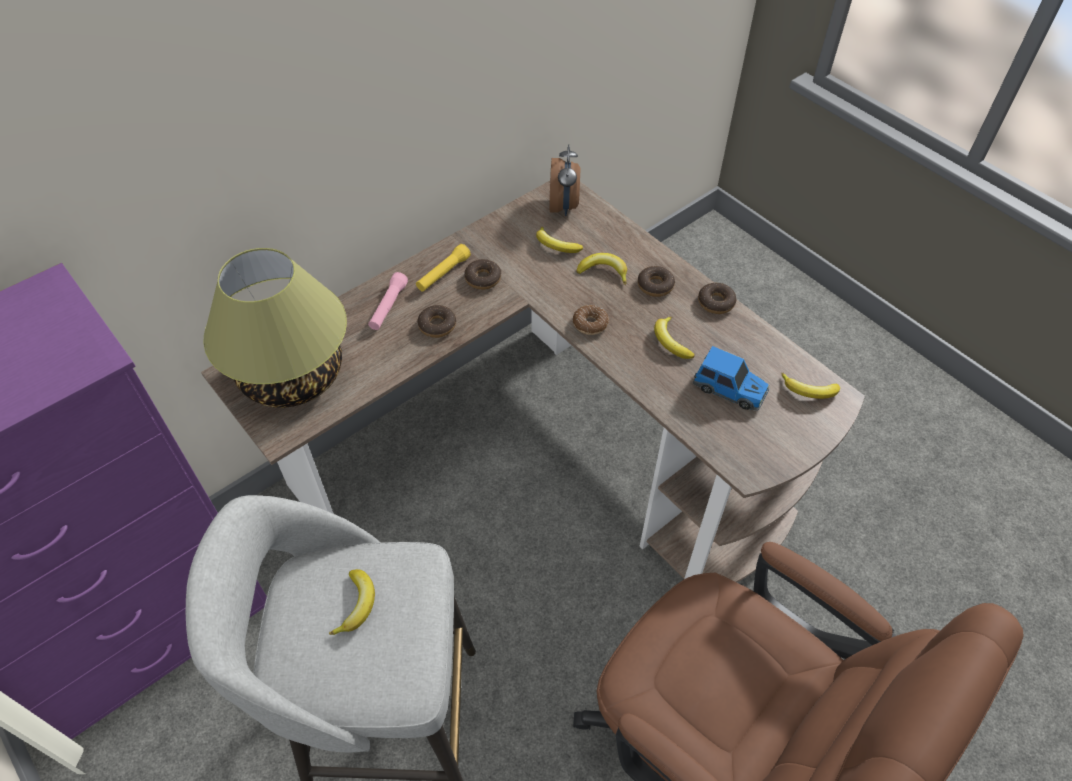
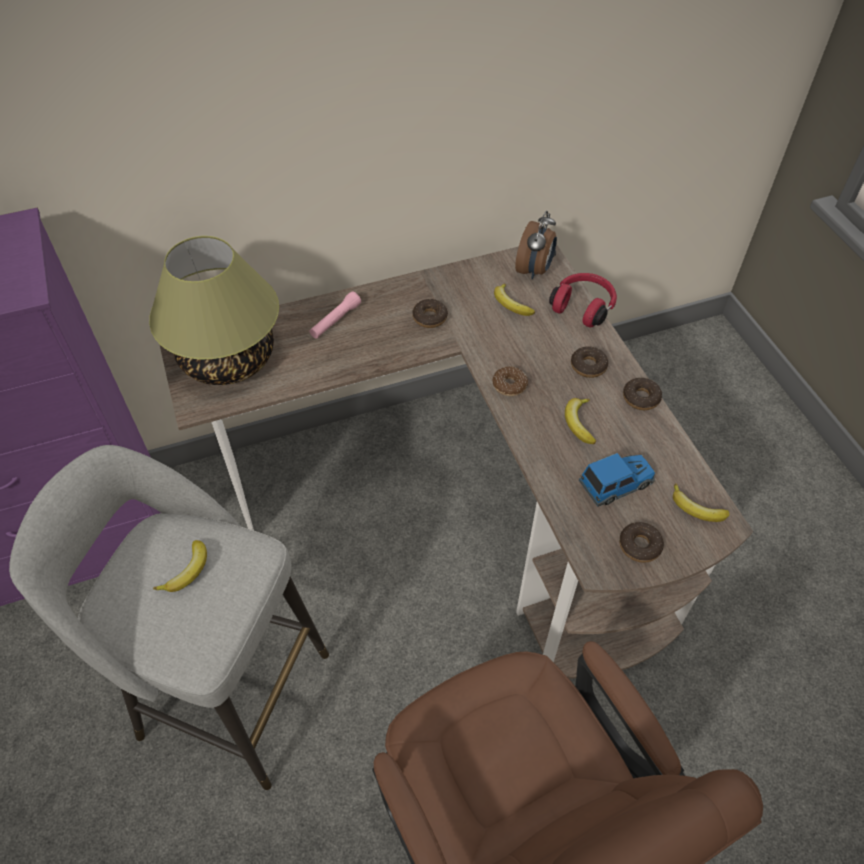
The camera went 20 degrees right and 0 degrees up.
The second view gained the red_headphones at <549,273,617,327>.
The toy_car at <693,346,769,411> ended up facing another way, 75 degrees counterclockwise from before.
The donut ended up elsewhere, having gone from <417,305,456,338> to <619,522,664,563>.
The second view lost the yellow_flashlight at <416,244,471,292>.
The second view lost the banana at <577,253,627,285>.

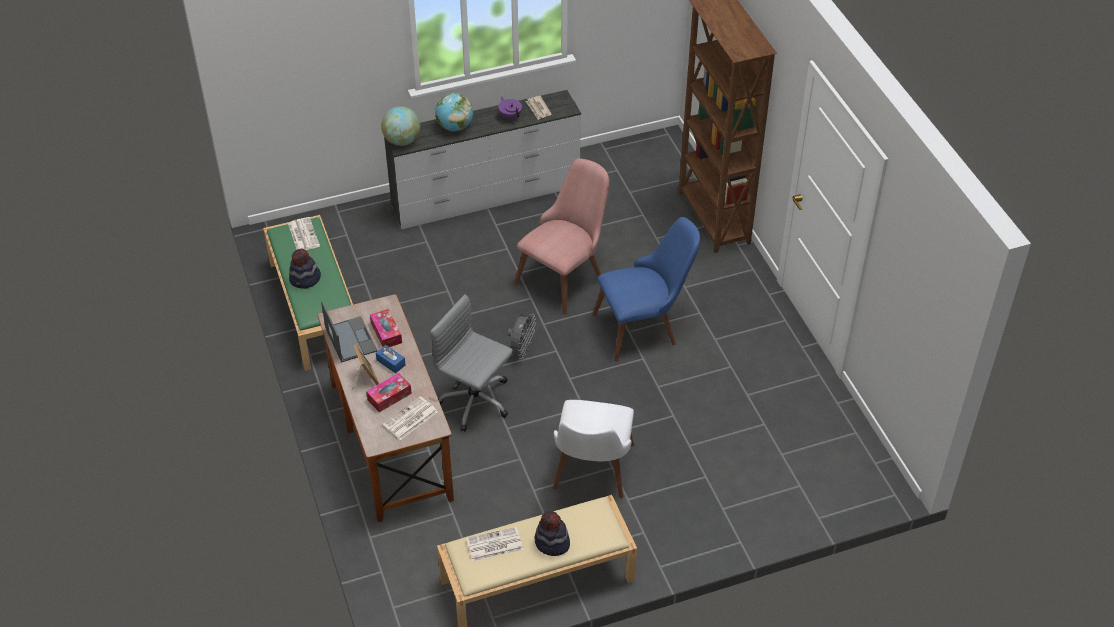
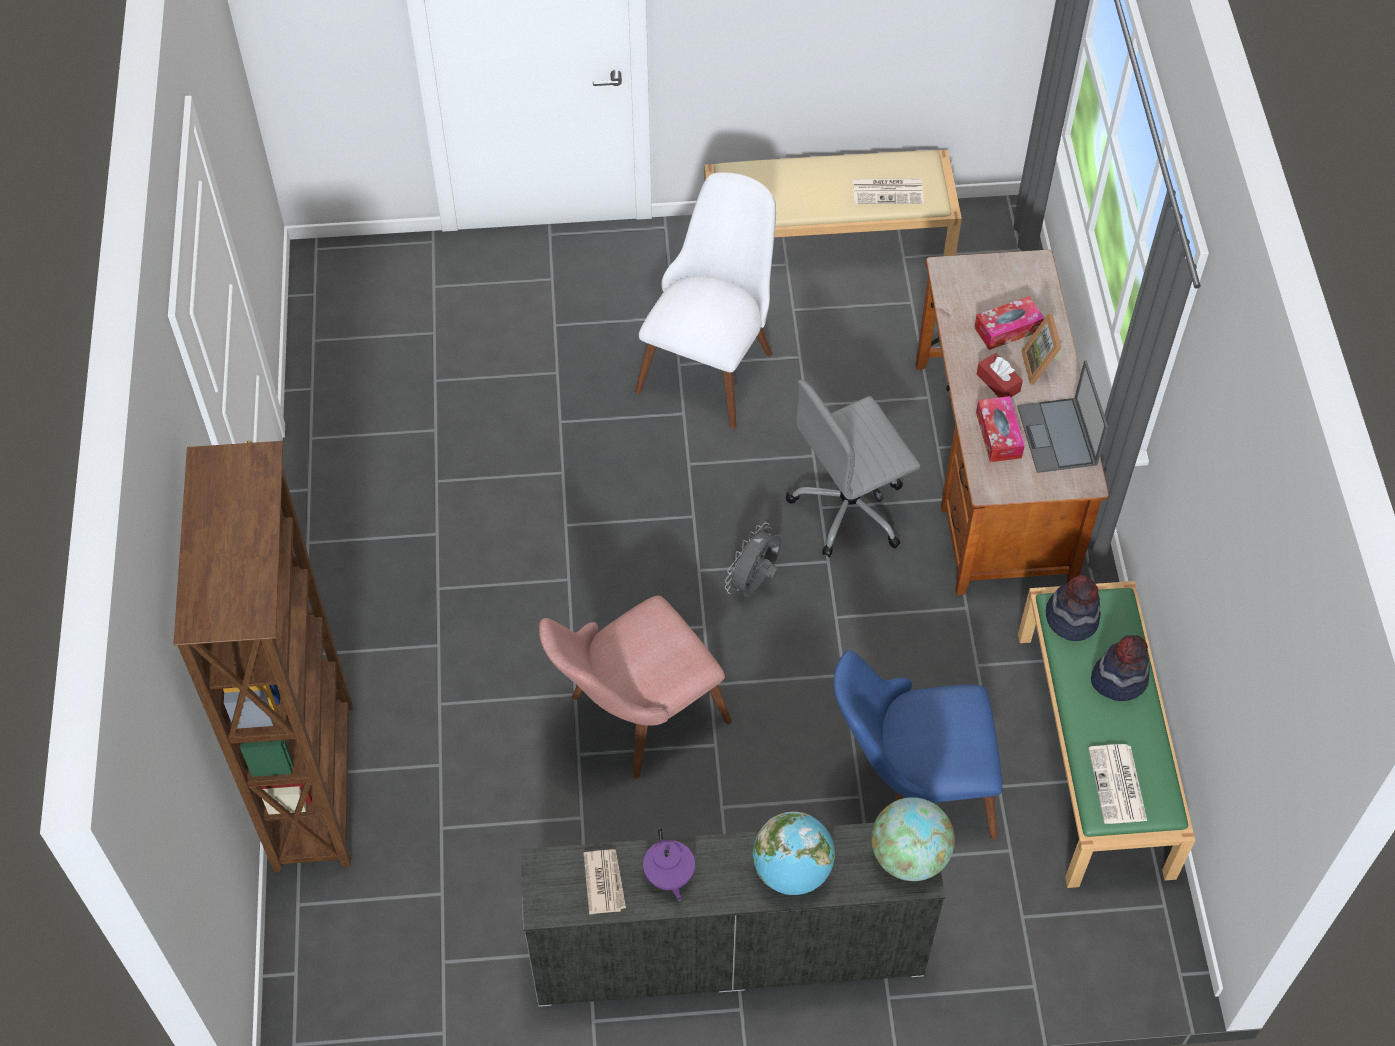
The camera went 165 degrees left and 10 degrees up.
The grey_office_chair at <430,294,513,432> ended up facing another way, 105 degrees clockwise from before.
The blue_chair ended up elsewhere, having gone from <592,217,700,362> to <834,650,1002,839>.
What was the blue_tissue_box at <376,345,406,373> turned into the red_tissue_box at <977,353,1023,398>.
The hat ended up elsewhere, having gone from <535,511,570,556> to <1046,575,1101,641>.
The second view lost the newspaper at <383,396,438,440>.

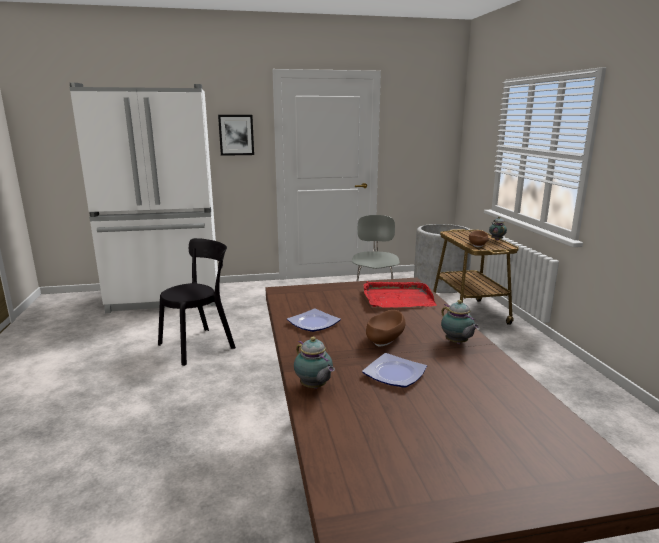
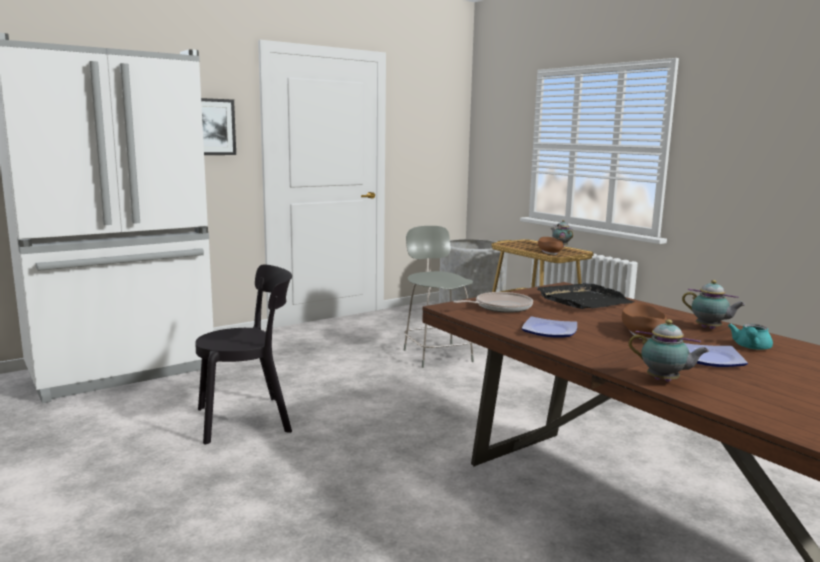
The camera went 25 degrees left and 5 degrees down.
The black_chair at <158,238,236,366> ended up facing another way, 45 degrees clockwise from before.
The second view gained the frying_pan at <453,292,533,313>.
What was the red_tray at <364,281,437,308> turned into the black_tray at <537,283,634,309>.
The second view gained the turquoise_teapot at <728,324,773,350>.

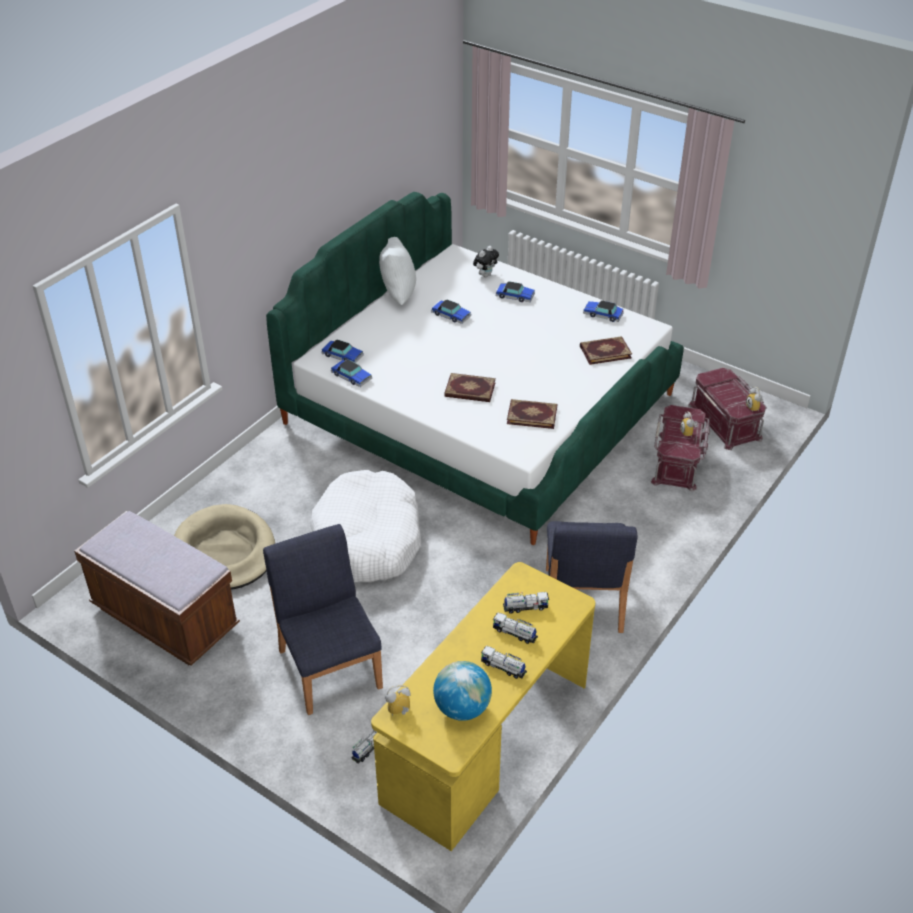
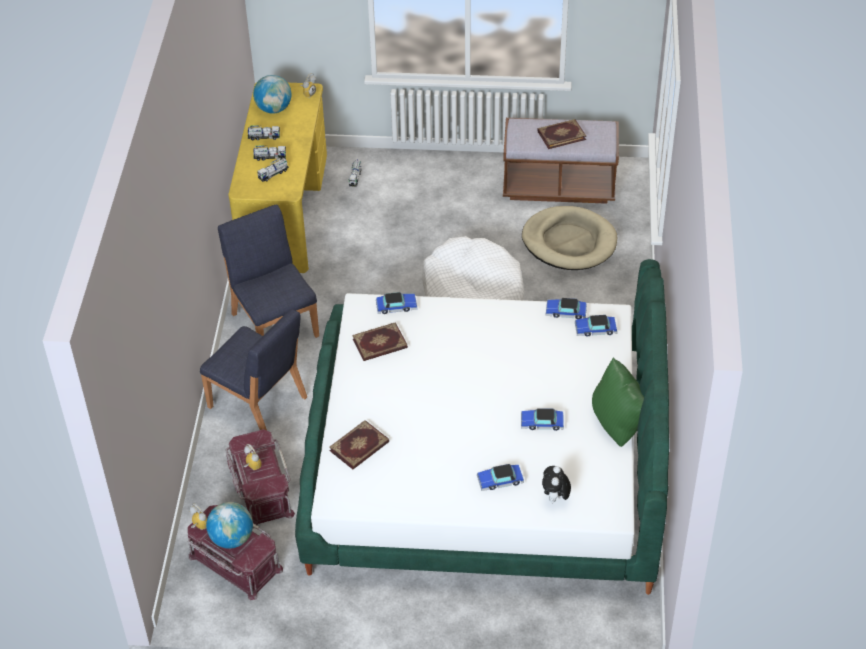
The camera went 150 degrees right and 5 degrees up.
The blue_chair ended up elsewhere, having gone from <263,524,383,715> to <200,309,307,430>.
The second view gained the globe at <206,502,253,549>.
The toy_car ended up elsewhere, having gone from <583,300,624,322> to <376,292,417,314>.
The book ended up elsewhere, having gone from <444,373,496,402> to <537,119,586,149>.
What was the white_pillow at <379,237,416,305> turned into the green_pillow at <592,358,644,447>.

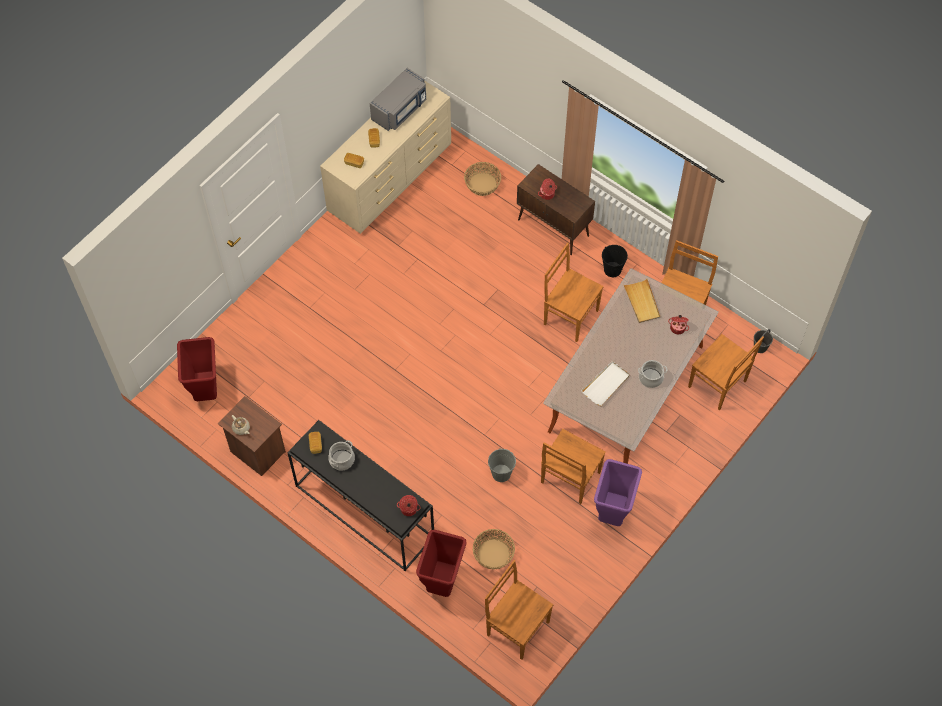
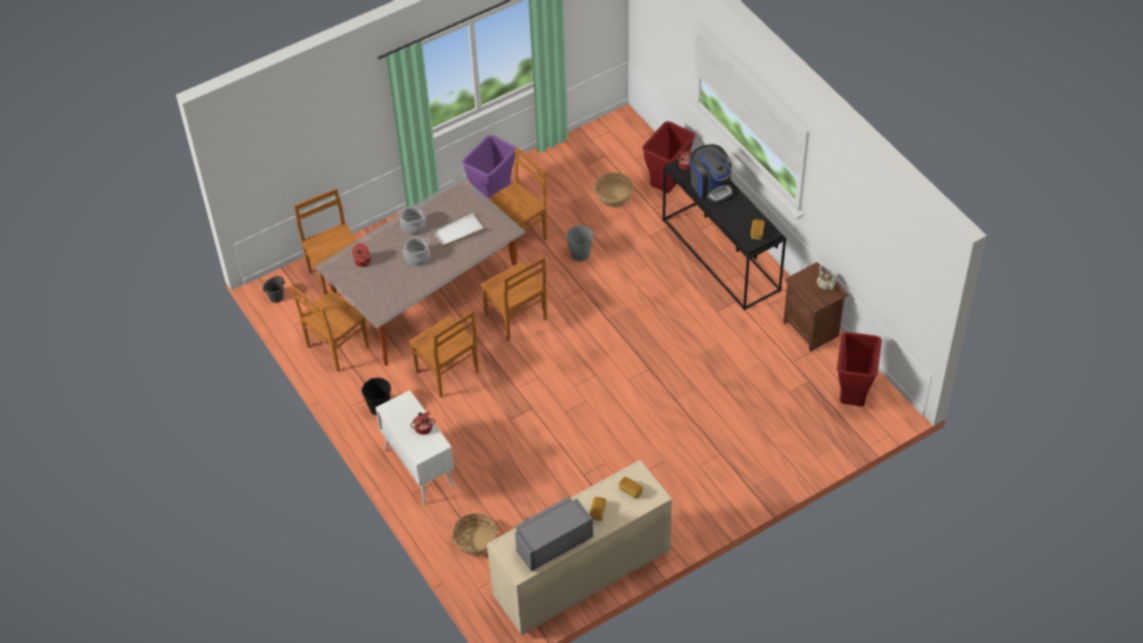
The camera went 160 degrees left and 10 degrees down.
What was the brown_cabinet at <517,164,595,255> turned into the white_cabinet at <375,390,454,504>.
The cooking_pot ended up elsewhere, having gone from <328,440,355,471> to <402,237,430,266>.
The brown_chair ended up elsewhere, having gone from <485,560,553,660> to <481,257,547,341>.
The second view gained the coffee_machine at <689,144,733,203>.
The second view lost the beige_tray at <623,279,660,323>.

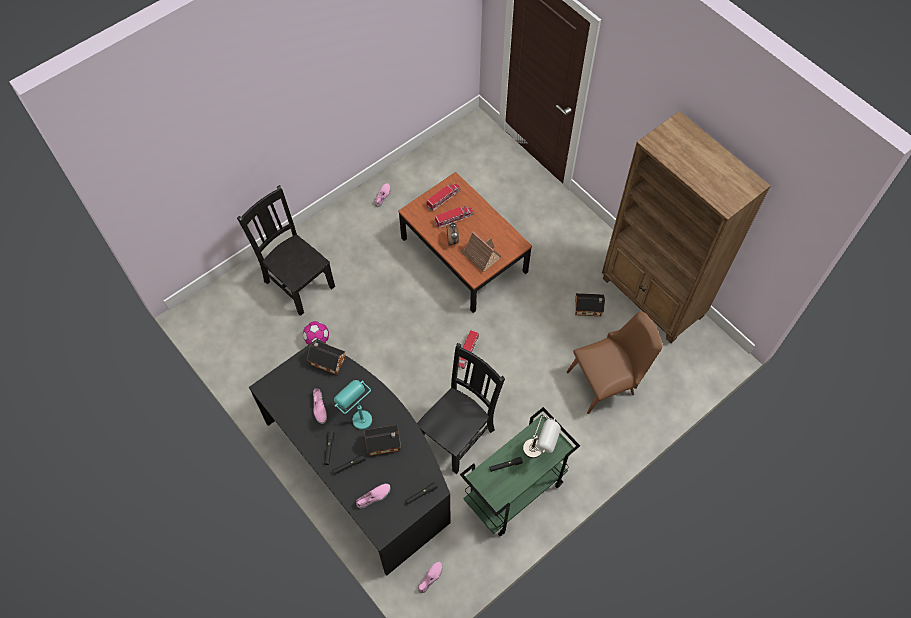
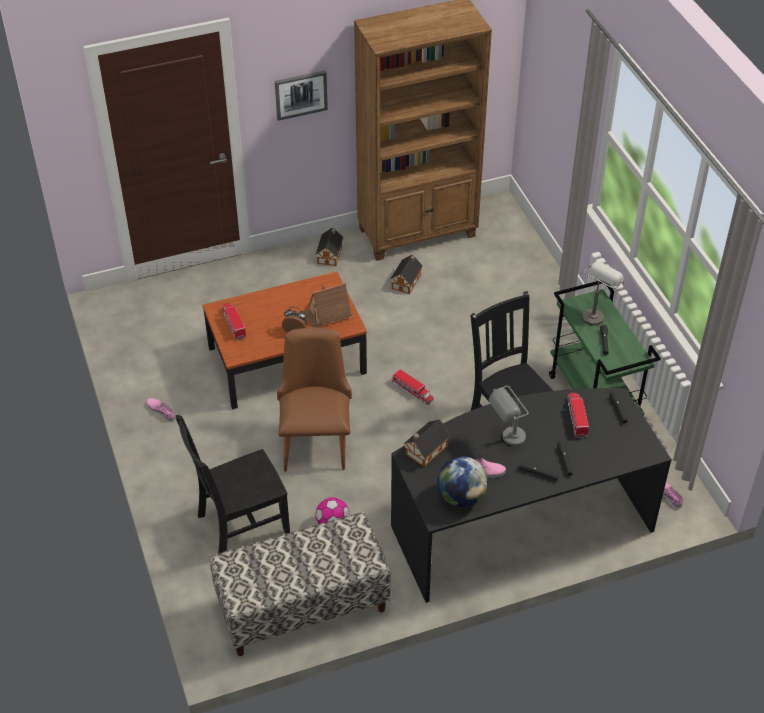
The camera went 70 degrees left and 15 degrees down.
The second view gained the bench at <210,513,391,656>.
The second view gained the picture at <275,71,328,121>.
The brown_chair ended up elsewhere, having gone from <567,311,662,414> to <277,327,352,472>.
The toy_house ended up elsewhere, having gone from <364,425,401,456> to <316,228,343,266>.
The second view gained the globe at <437,456,488,507>.
What was the turquoise_table_lamp at <334,380,372,430> turned into the grey_table_lamp at <489,386,529,446>.
The toy_truck ended up elsewhere, having gone from <435,206,474,228> to <567,393,589,438>.
The second view lost the pink_shoe at <356,484,391,509>.

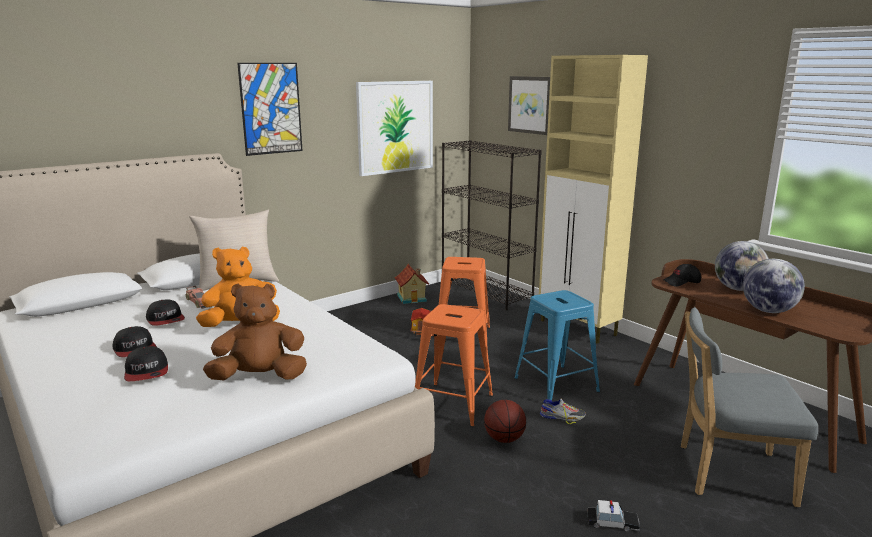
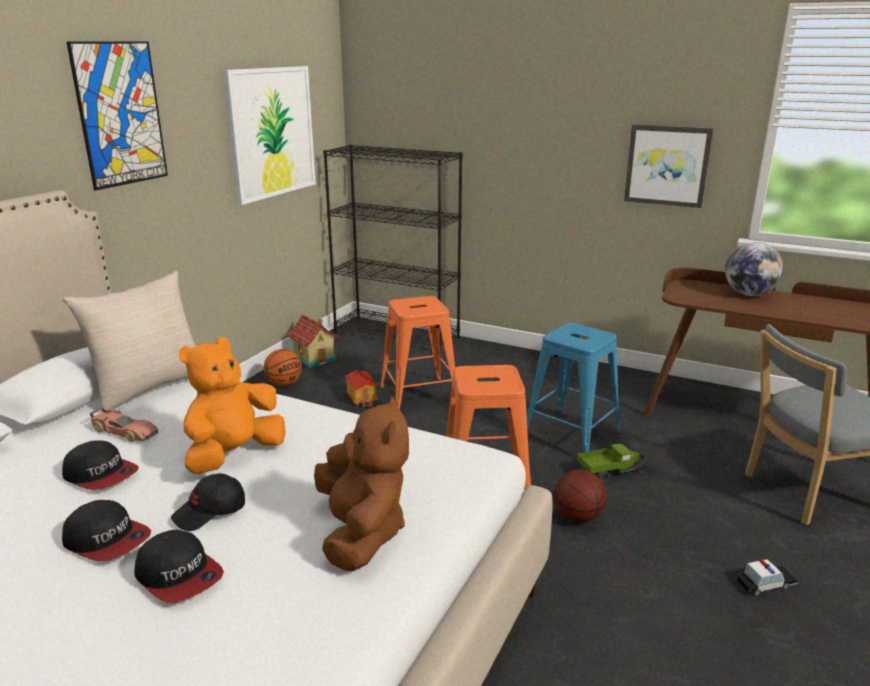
The camera went 25 degrees left and 5 degrees up.
The black_cap ended up elsewhere, having gone from <664,264,701,287> to <171,473,245,531>.
The second view gained the basketball at <264,349,302,386>.
The brown_plush_toy at <203,284,307,380> ended up facing another way, 120 degrees clockwise from before.
Where the shoe stood at <540,399,586,424>, the toy_truck came to stand at <577,443,648,482>.
The picture ended up elsewhere, having gone from <508,76,550,135> to <624,125,713,208>.
The second view lost the beige_cabinet at <539,55,648,344>.
The second view lost the globe at <743,259,805,313>.

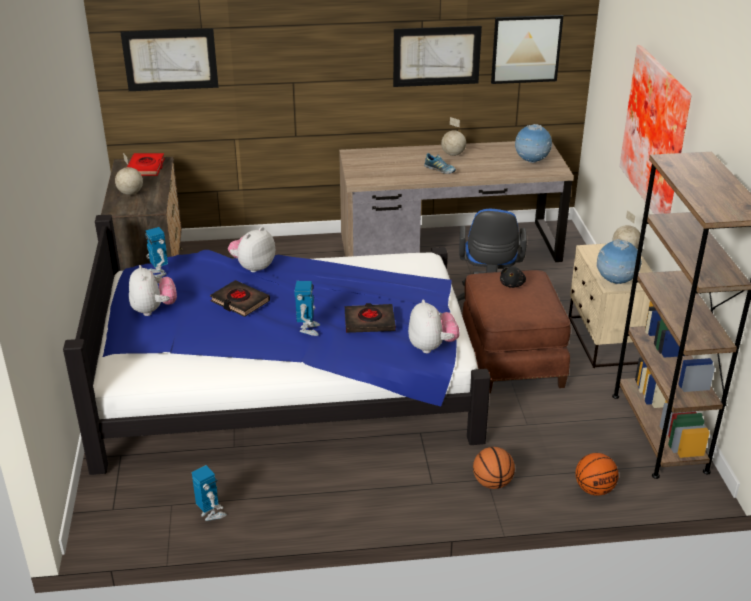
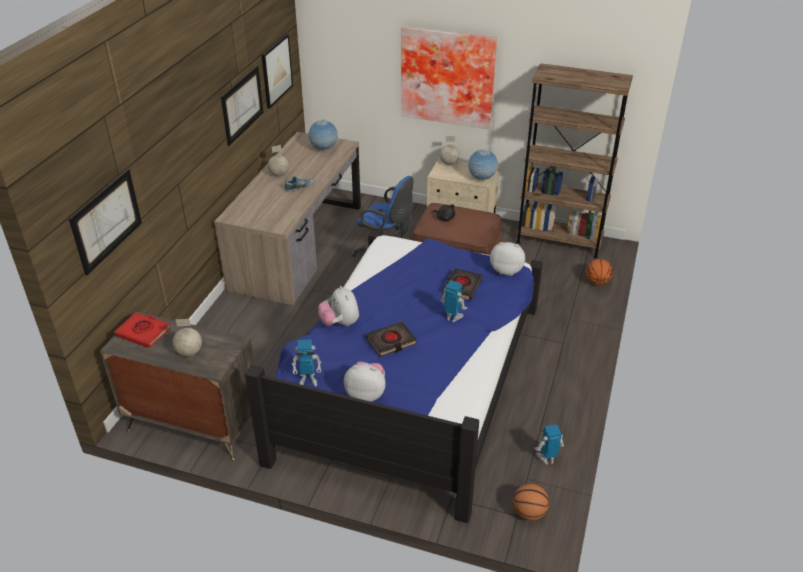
The camera went 65 degrees left and 5 degrees up.
The basketball ended up elsewhere, having gone from <473,447,515,489> to <513,483,549,521>.

